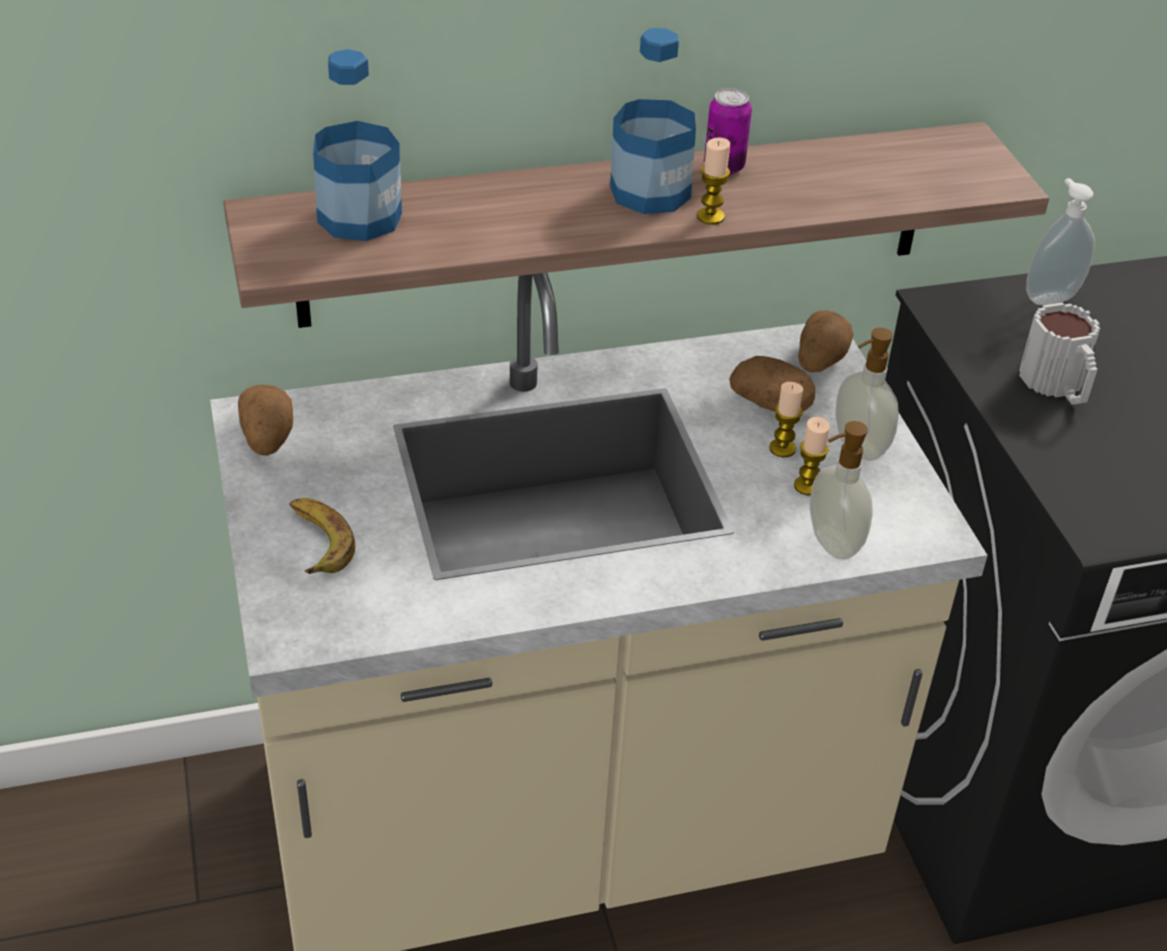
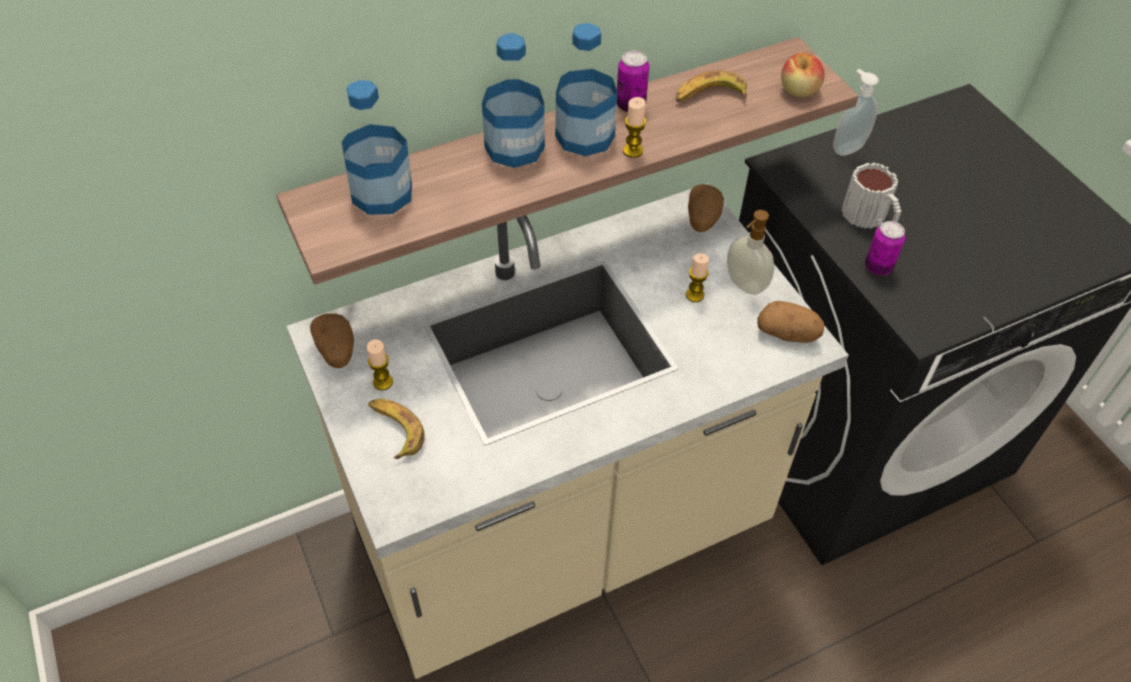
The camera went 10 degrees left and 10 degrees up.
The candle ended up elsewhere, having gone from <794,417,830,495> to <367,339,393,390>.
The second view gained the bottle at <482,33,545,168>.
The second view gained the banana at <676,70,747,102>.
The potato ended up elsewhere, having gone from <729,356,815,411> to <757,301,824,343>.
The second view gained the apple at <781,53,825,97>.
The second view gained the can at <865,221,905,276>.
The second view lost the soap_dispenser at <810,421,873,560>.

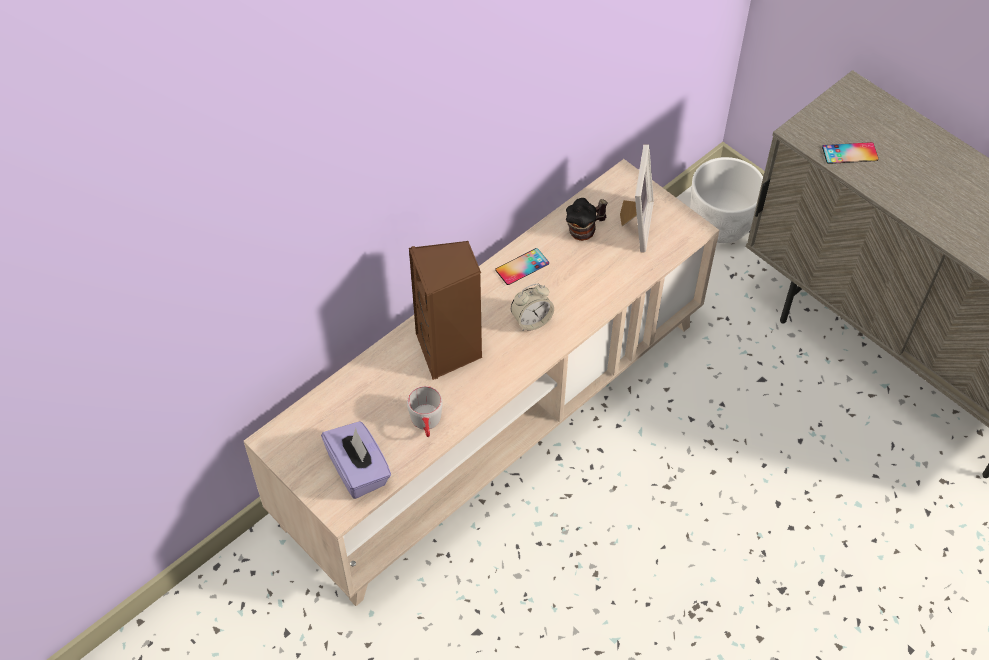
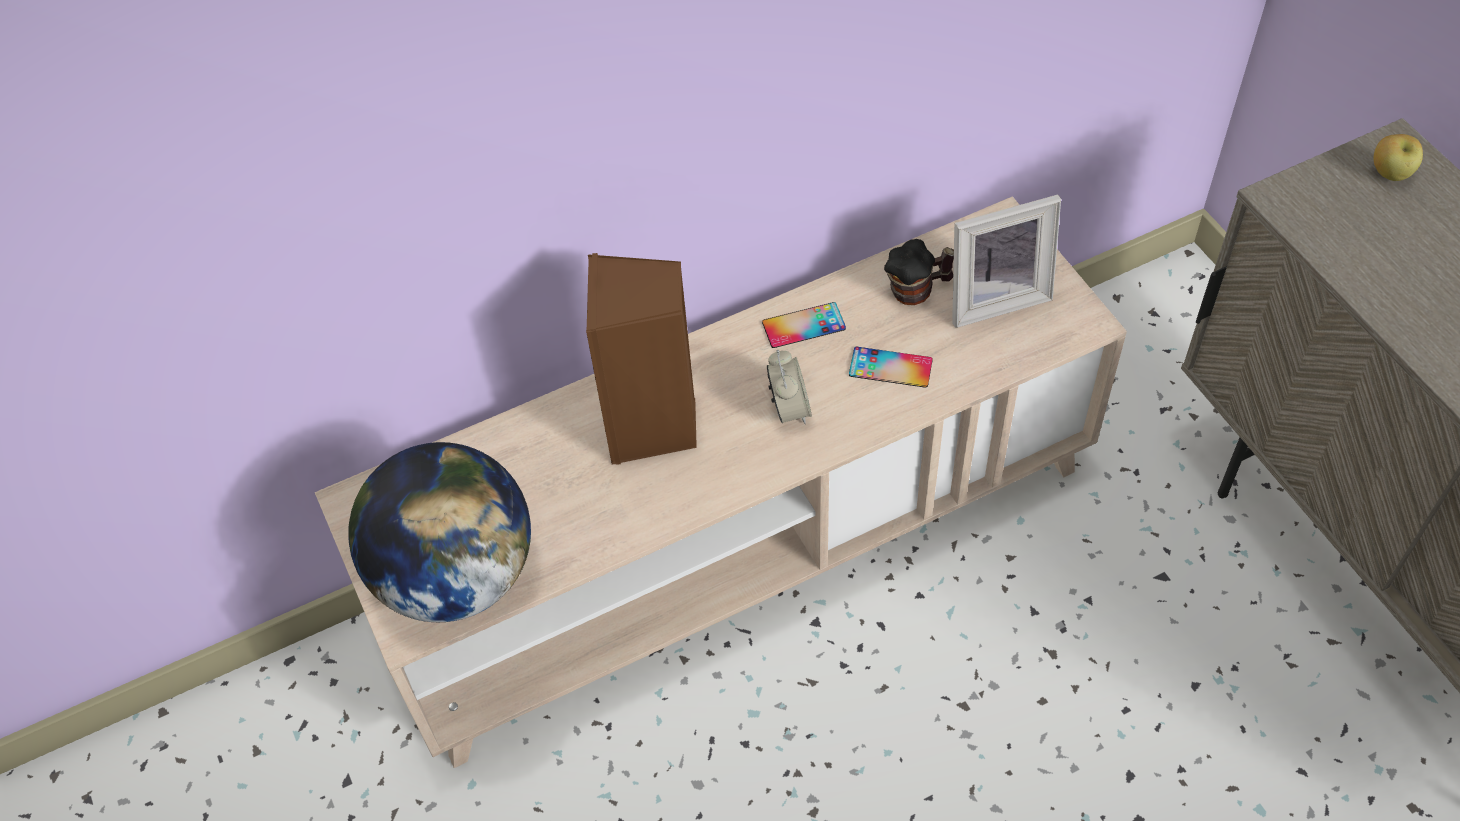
The camera went 20 degrees right and 0 degrees up.
Where the purple_tissue_box stood at <321,421,391,499>, the globe came to stand at <348,442,531,622>.
The alarm_clock at <511,283,554,331> ended up facing another way, 90 degrees counterclockwise from before.
The phone ended up elsewhere, having gone from <822,142,879,164> to <849,347,933,388>.
The picture_frame at <620,144,654,252> ended up facing another way, 45 degrees clockwise from before.
The second view gained the apple at <1374,134,1423,181>.
The second view lost the grey_mug at <407,386,443,437>.
The second view lost the white_planter at <690,157,763,243>.

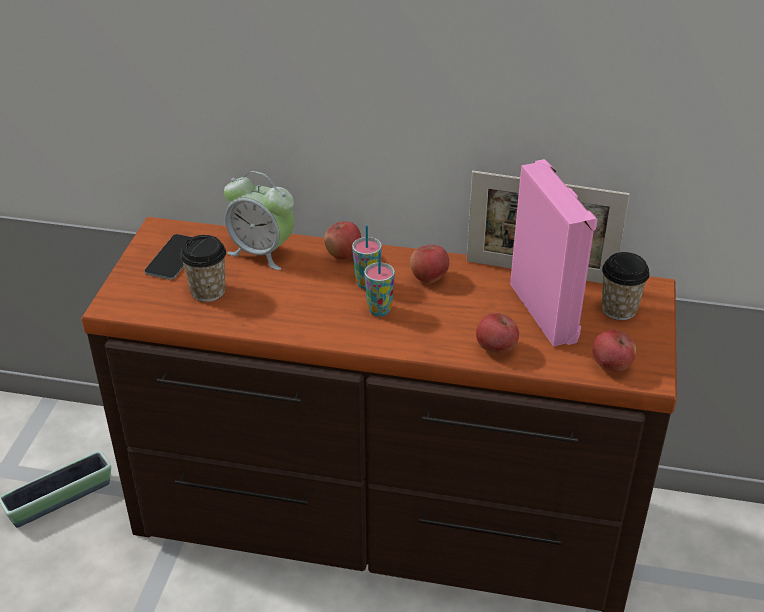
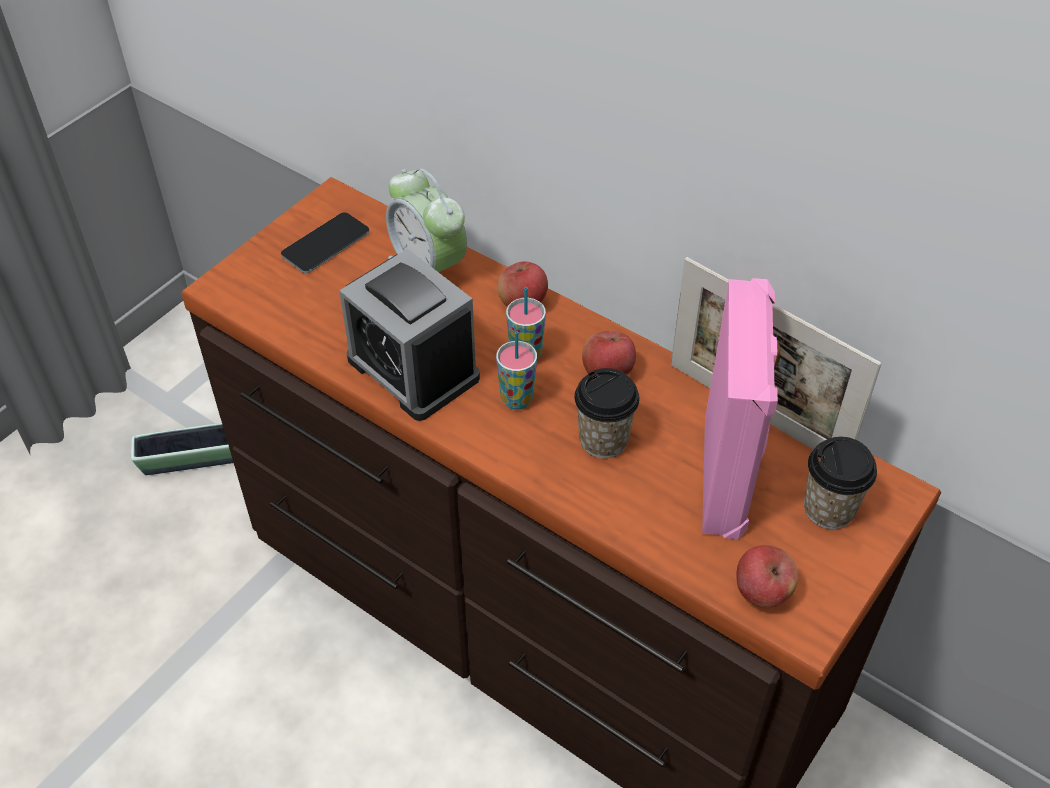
The camera went 25 degrees right and 10 degrees up.
The second view gained the alarm_clock at <339,249,480,421>.
The cup ended up elsewhere, having gone from <180,235,226,302> to <574,368,639,458>.
The second view lost the apple at <476,313,519,354>.

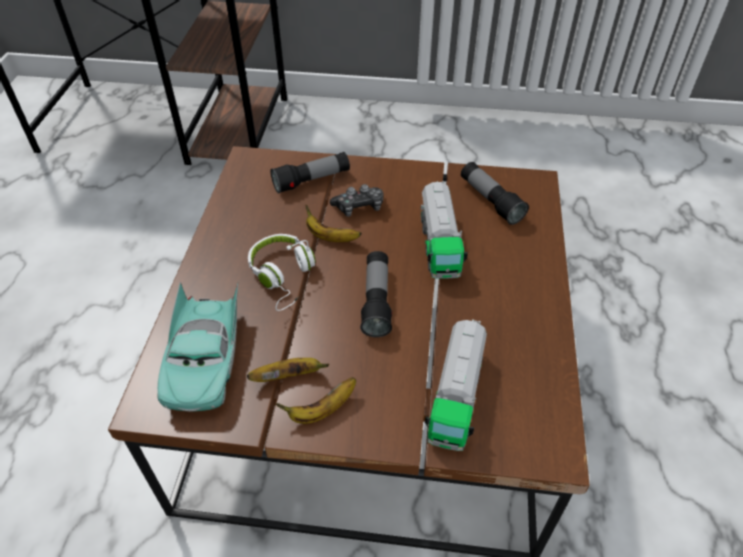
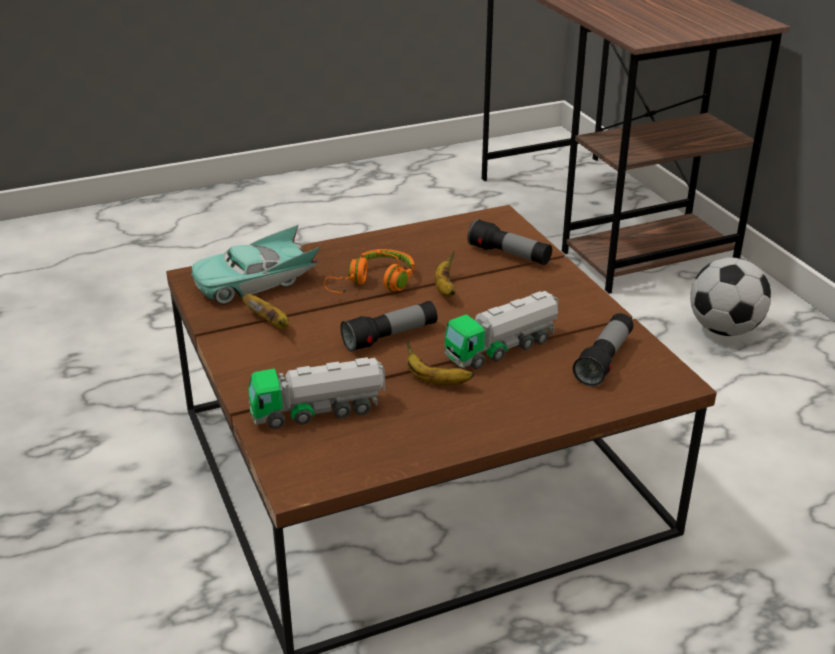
The camera went 60 degrees right and 15 degrees down.
What was the white_headphones at <248,234,316,311> turned into the orange_headphones at <324,249,414,294>.
The banana ended up elsewhere, having gone from <276,377,356,424> to <407,341,474,385>.
The second view gained the football at <690,257,771,336>.
The second view lost the game_controller at <330,184,383,217>.

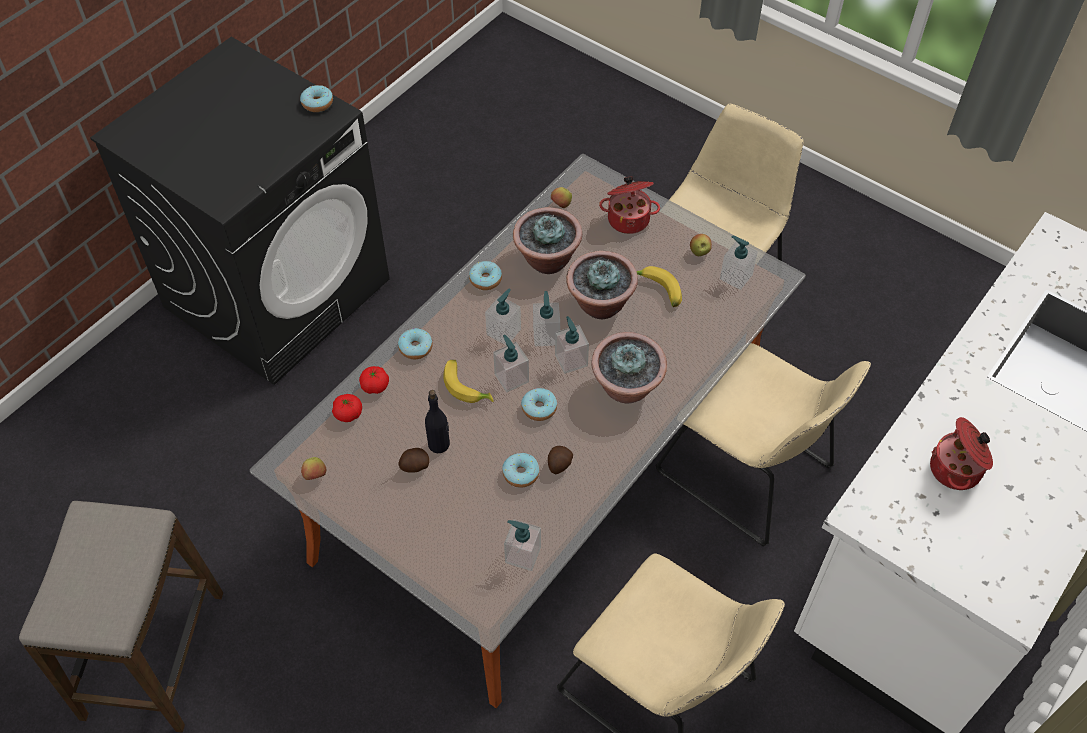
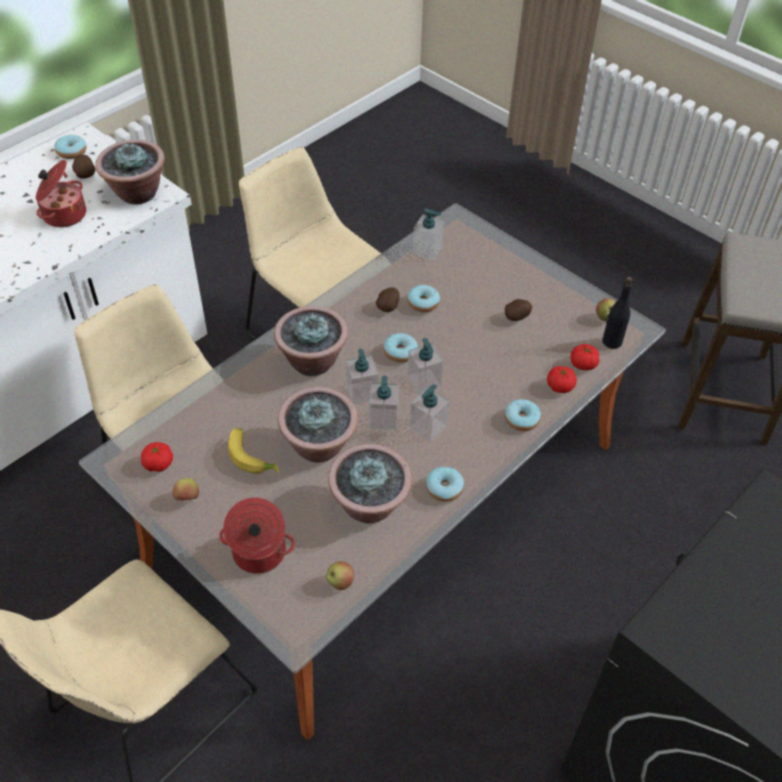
The camera went 175 degrees left and 5 degrees down.
The donut ended up elsewhere, having gone from <300,85,333,112> to <54,135,86,159>.
The second view gained the potato at <72,154,95,179>.
The second view gained the potted_plant at <95,140,165,205>.
Where the soap_dispenser stood at <720,235,758,290>, the tomato came to stand at <141,442,173,472>.
The black_bottle ended up elsewhere, having gone from <425,390,450,453> to <602,277,633,349>.
The second view lost the banana at <443,360,494,403>.

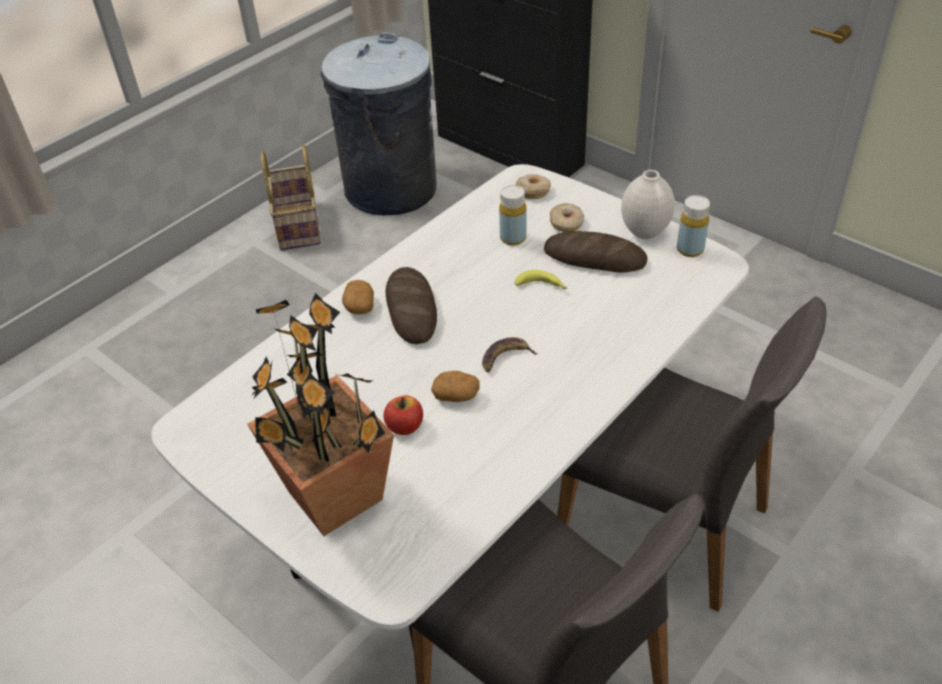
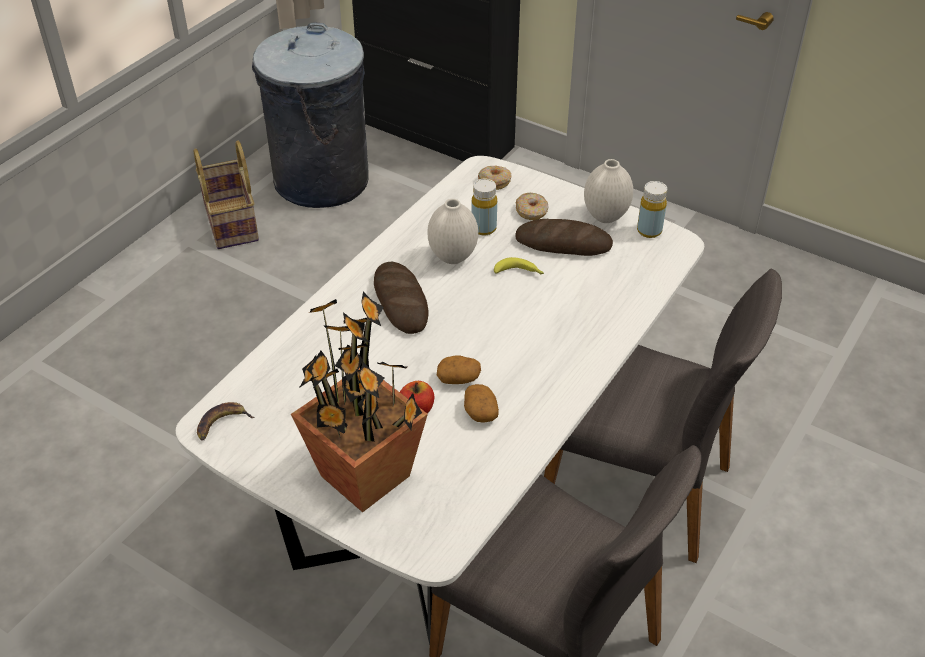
The camera went 10 degrees left and 0 degrees up.
The banana ended up elsewhere, having gone from <482,337,537,372> to <197,402,255,441>.
The second view gained the white_vase at <427,199,478,264>.
The potato ended up elsewhere, having gone from <342,280,374,314> to <464,384,499,423>.

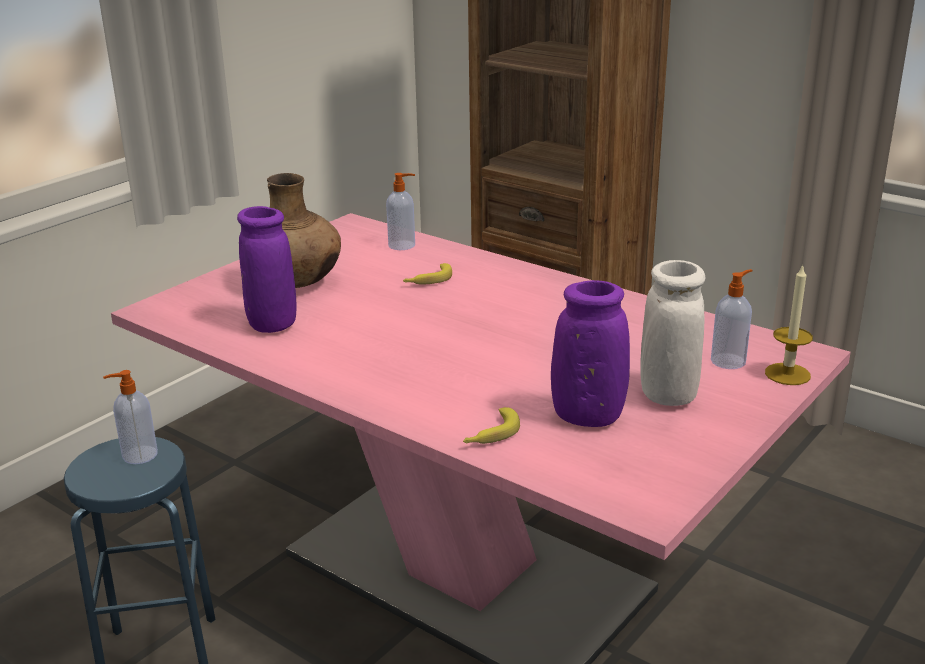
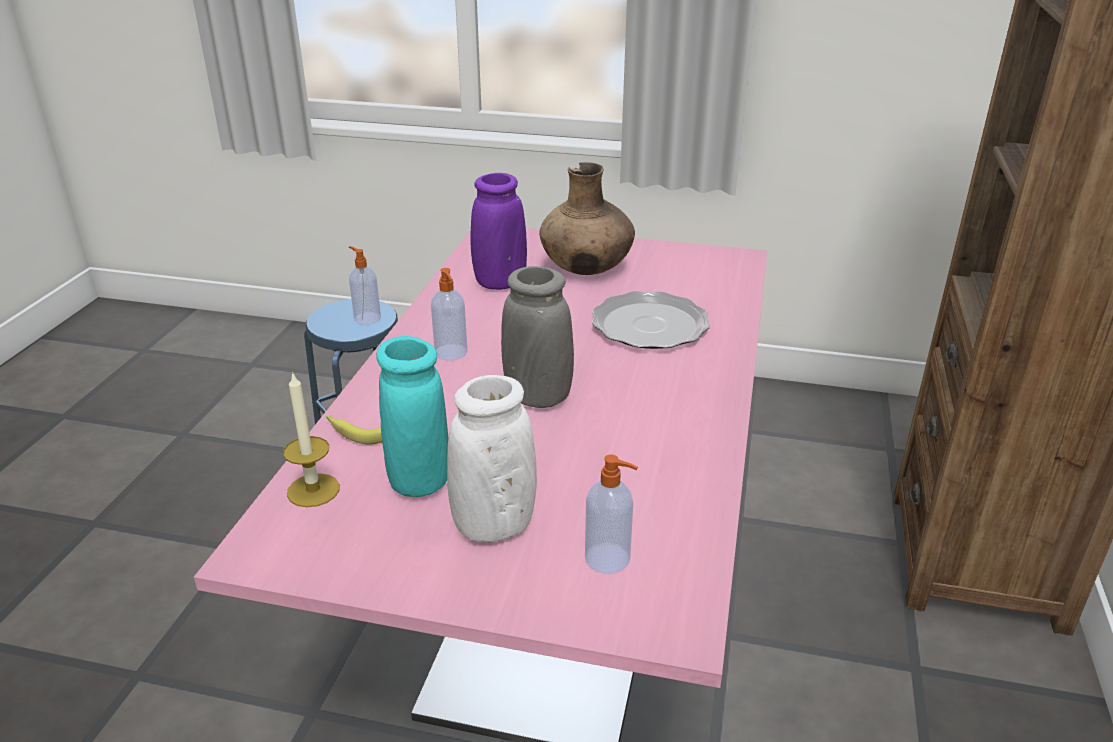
The camera went 65 degrees right and 5 degrees up.
The candle ended up elsewhere, having gone from <765,265,813,385> to <283,371,340,507>.
What was the purple_vase at <551,280,630,427> turned into the turquoise_vase at <376,336,448,497>.
The soap_dispenser ended up elsewhere, having gone from <386,173,415,250> to <431,268,468,360>.
The second view gained the grey_vase at <501,266,574,408>.
Where the banana stood at <403,263,452,284>, the plate came to stand at <592,291,710,349>.

